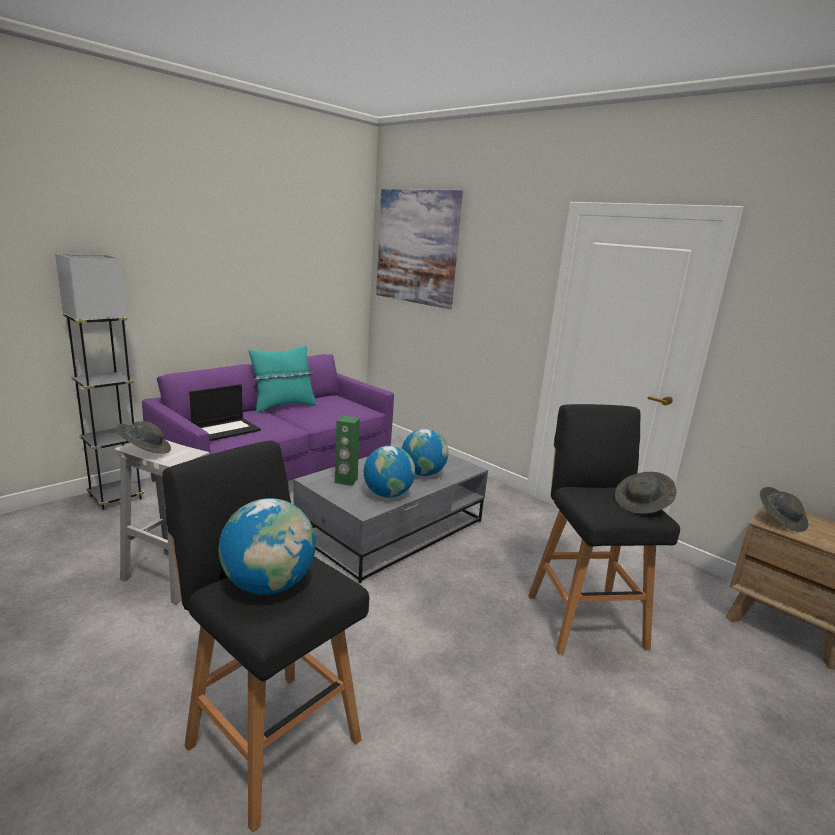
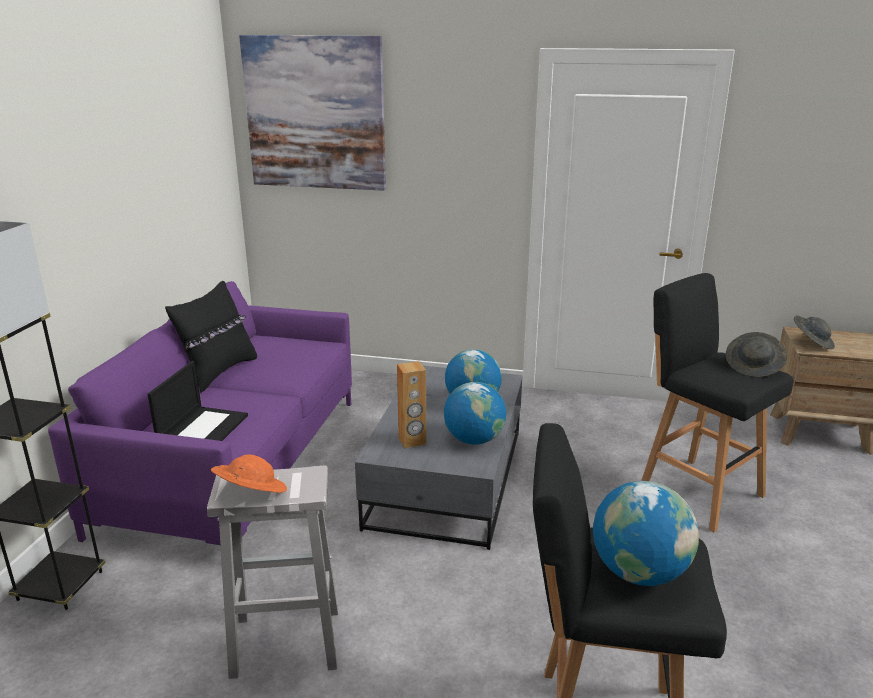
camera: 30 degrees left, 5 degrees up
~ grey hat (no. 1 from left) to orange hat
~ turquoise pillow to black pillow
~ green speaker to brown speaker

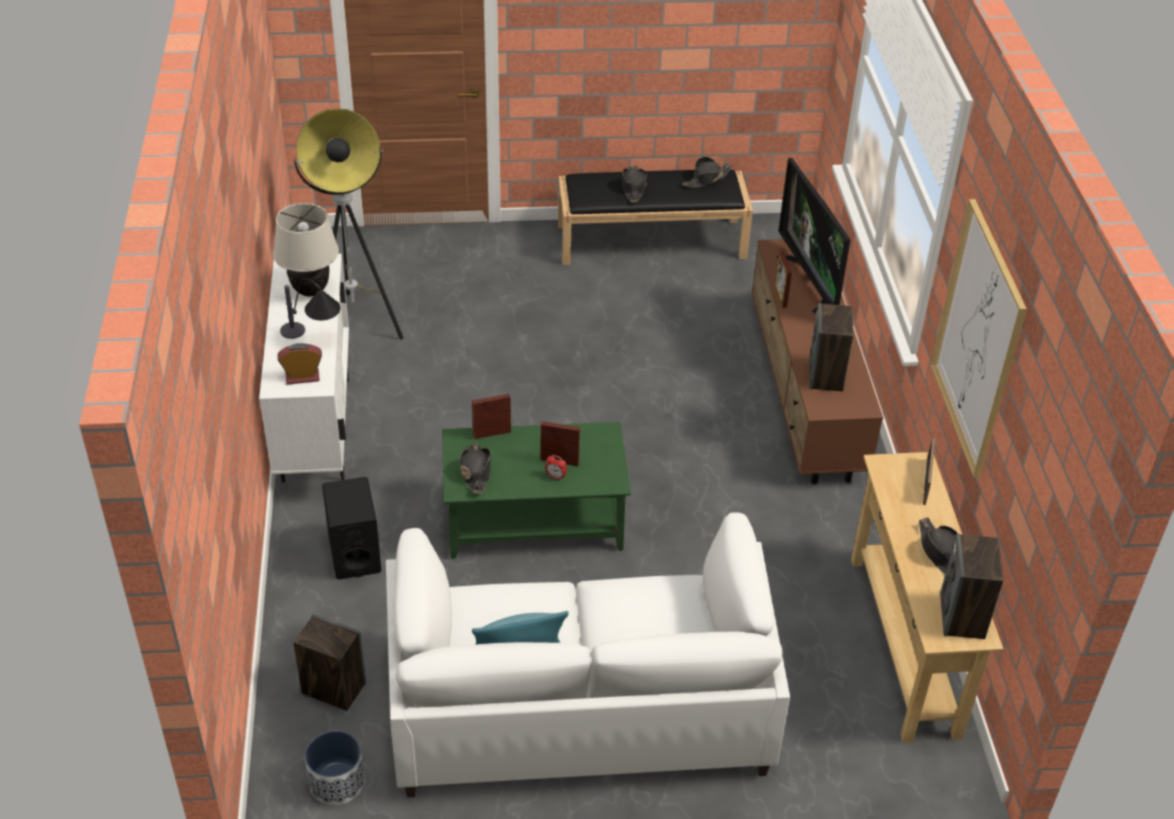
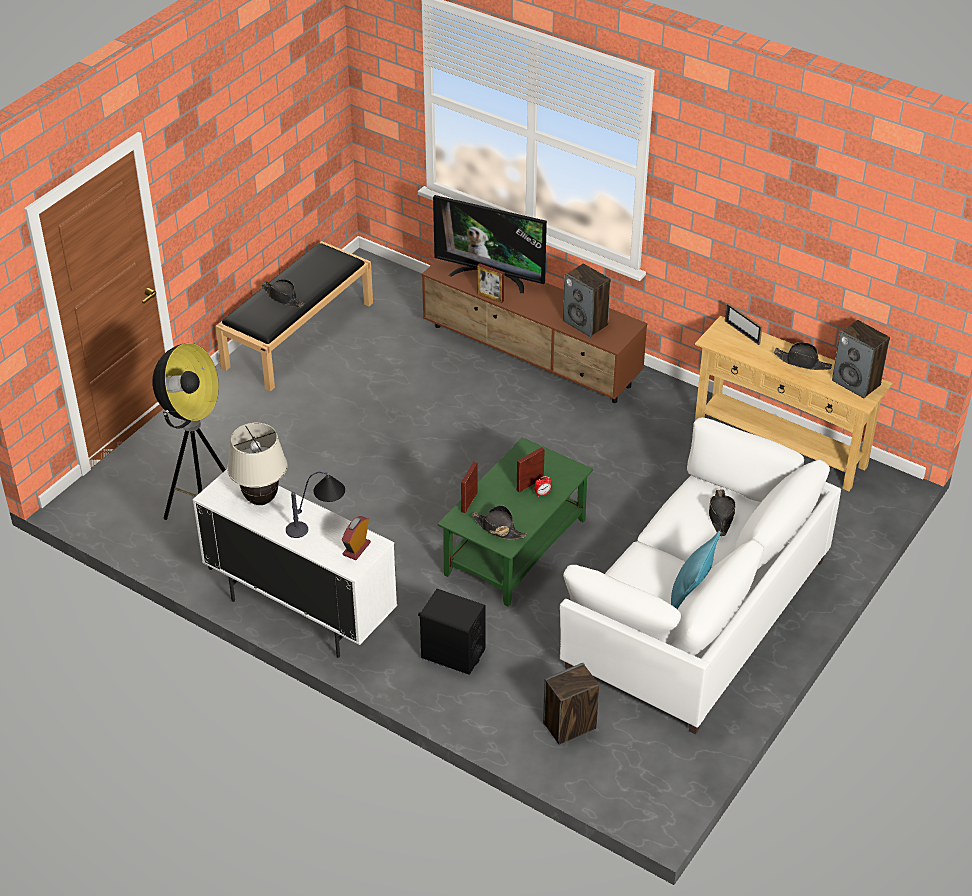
camera: 50 degrees left, 0 degrees up
- planter
~ black hat (no. 3 from left)
- picture

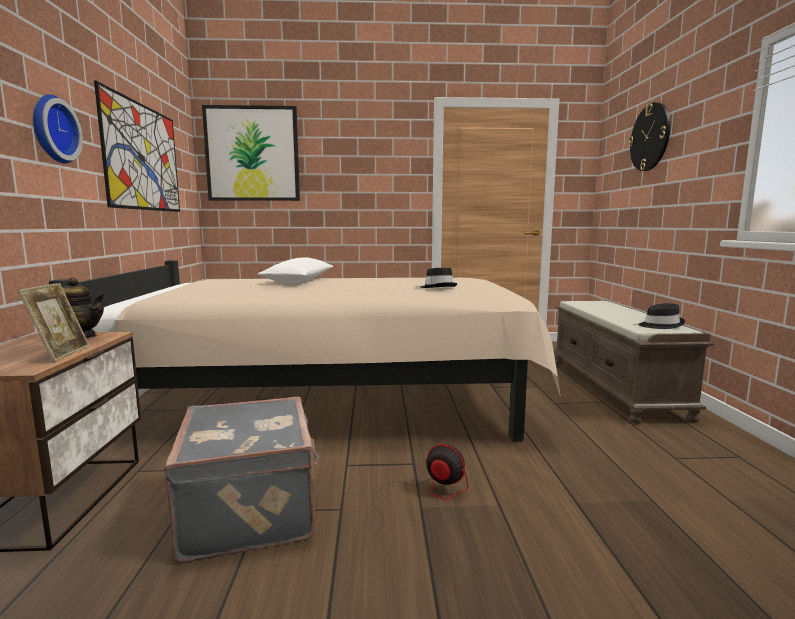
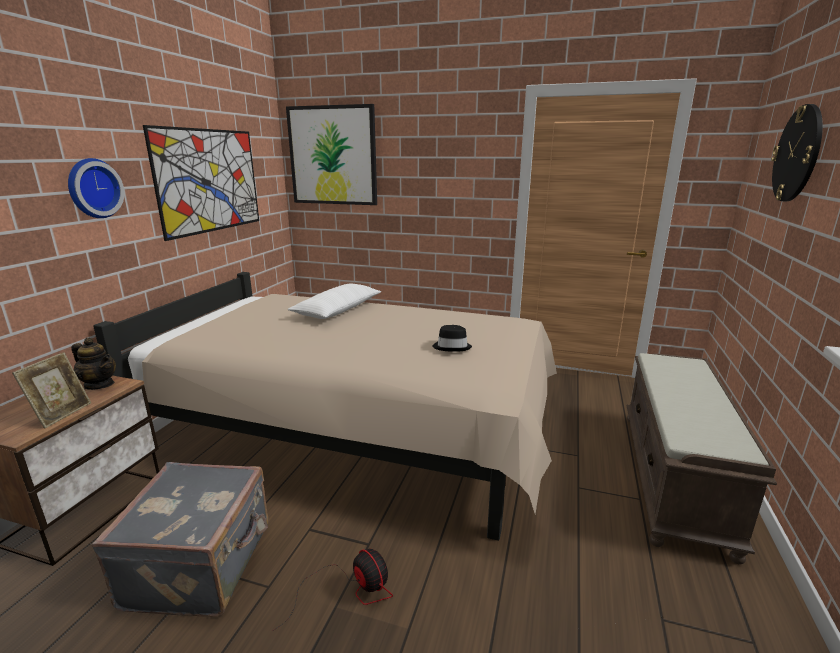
camera: 20 degrees right, 10 degrees up
- black hat (no. 2 from left)

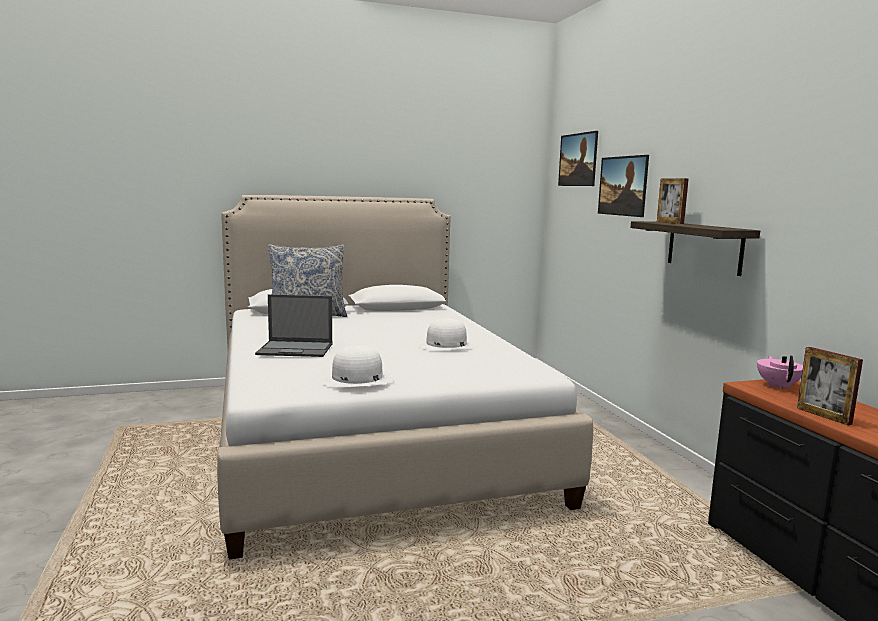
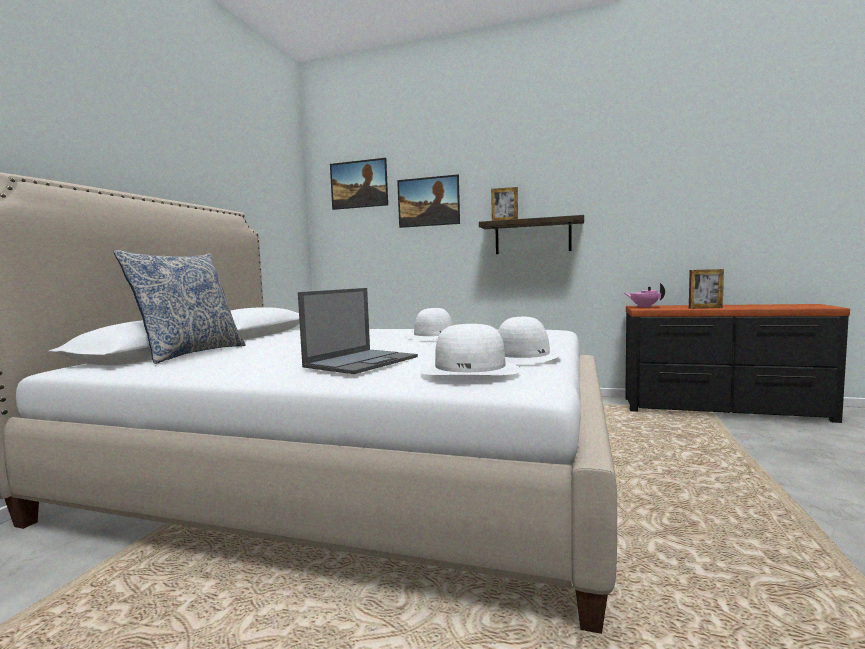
camera: 55 degrees left, 5 degrees down
+ white hat (no. 2 from left)

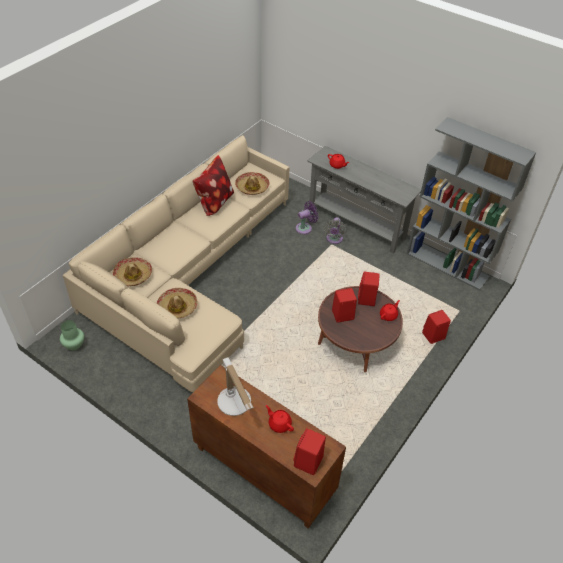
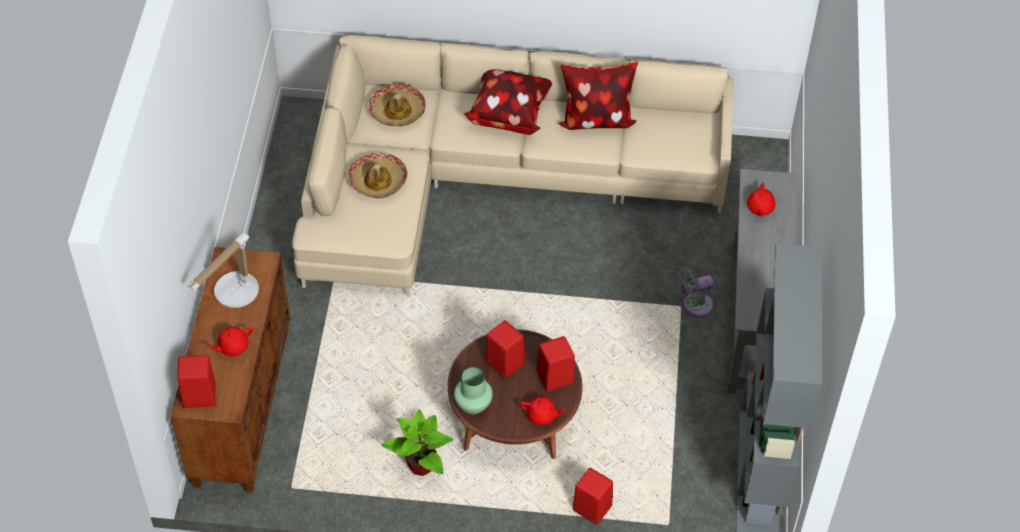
camera: 60 degrees right, 5 degrees up
~ green vase
- hat (no. 3 from left)
~ red teapot (no. 1 from left) 135 degrees counterclockwise
- purple fan
+ potted plant
+ pillow (no. 1 from left)

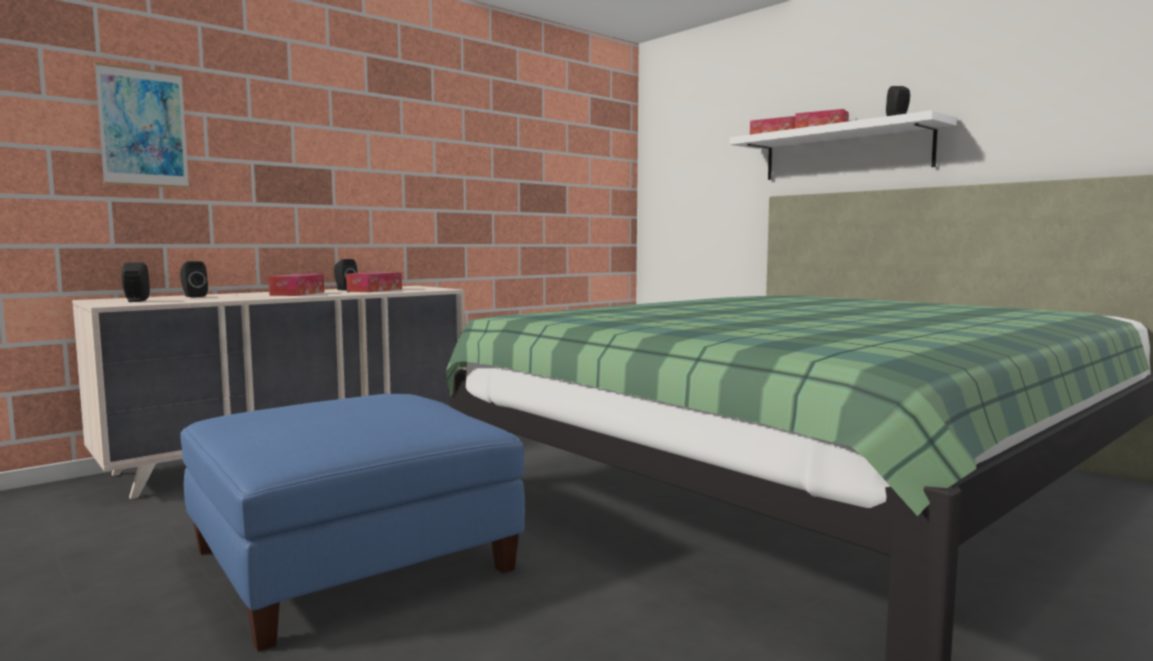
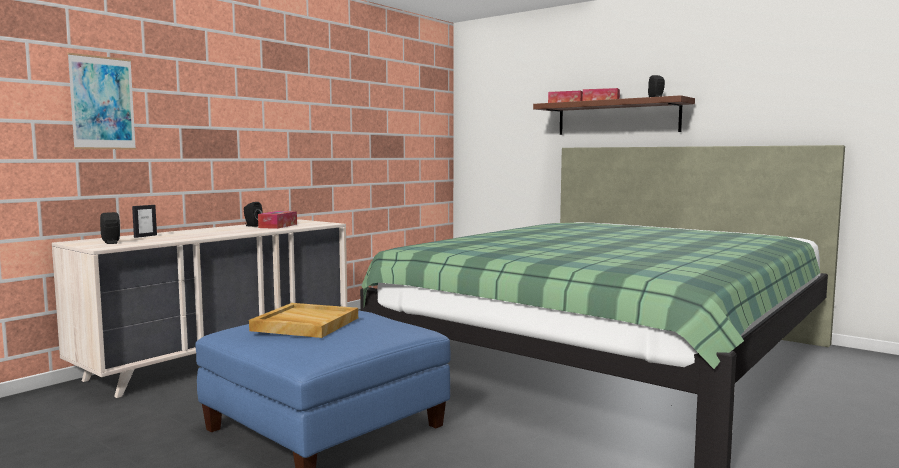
camera: 10 degrees left, 0 degrees up
~ black speaker (no. 2 from left) to picture frame
- tissue box (no. 1 from left)
~ white shelf to brown shelf
+ beige tray

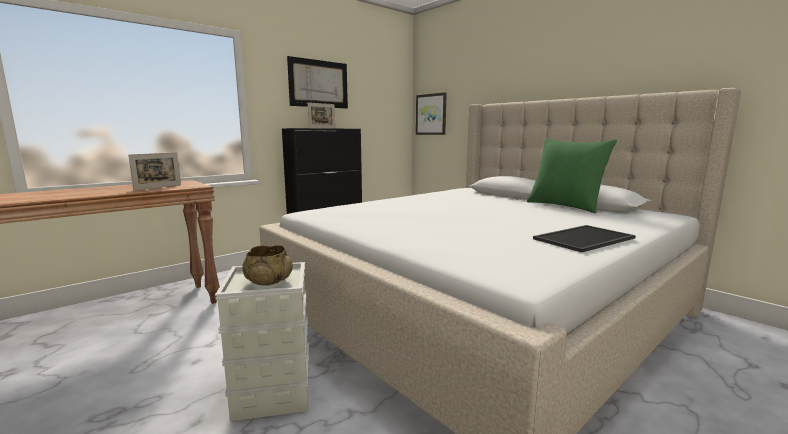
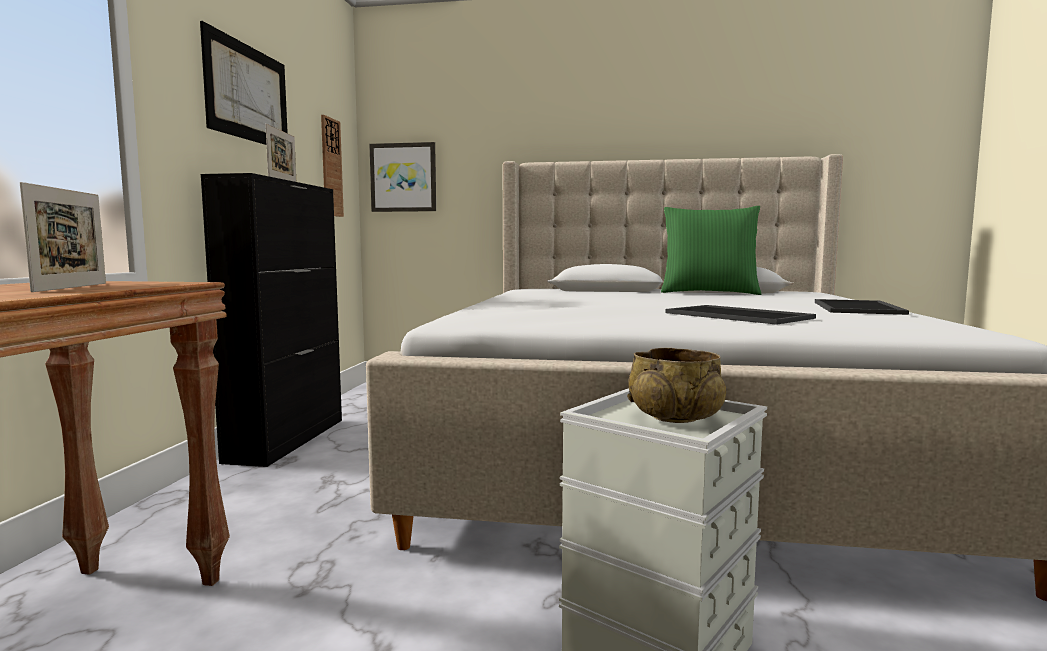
camera: 40 degrees left, 5 degrees down
+ wall clock
+ tray (no. 1 from left)

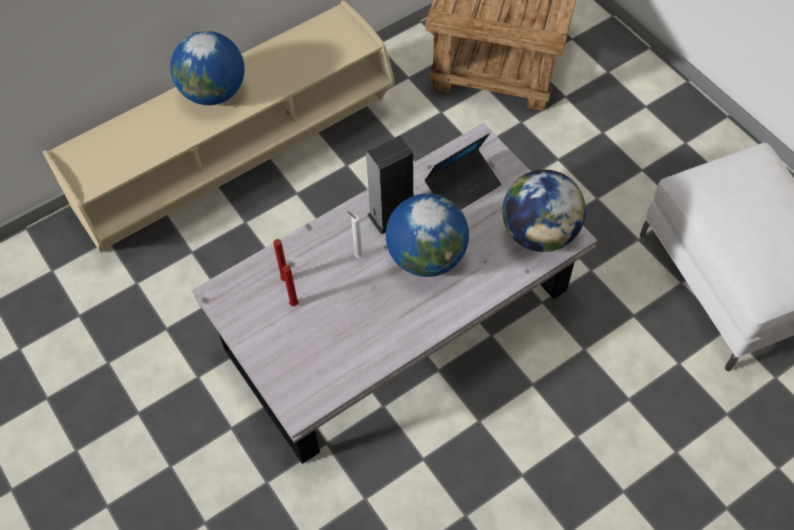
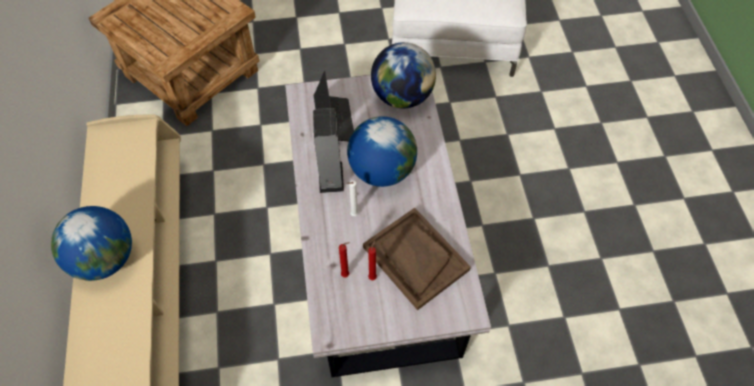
camera: 65 degrees left, 0 degrees up
+ brown tray

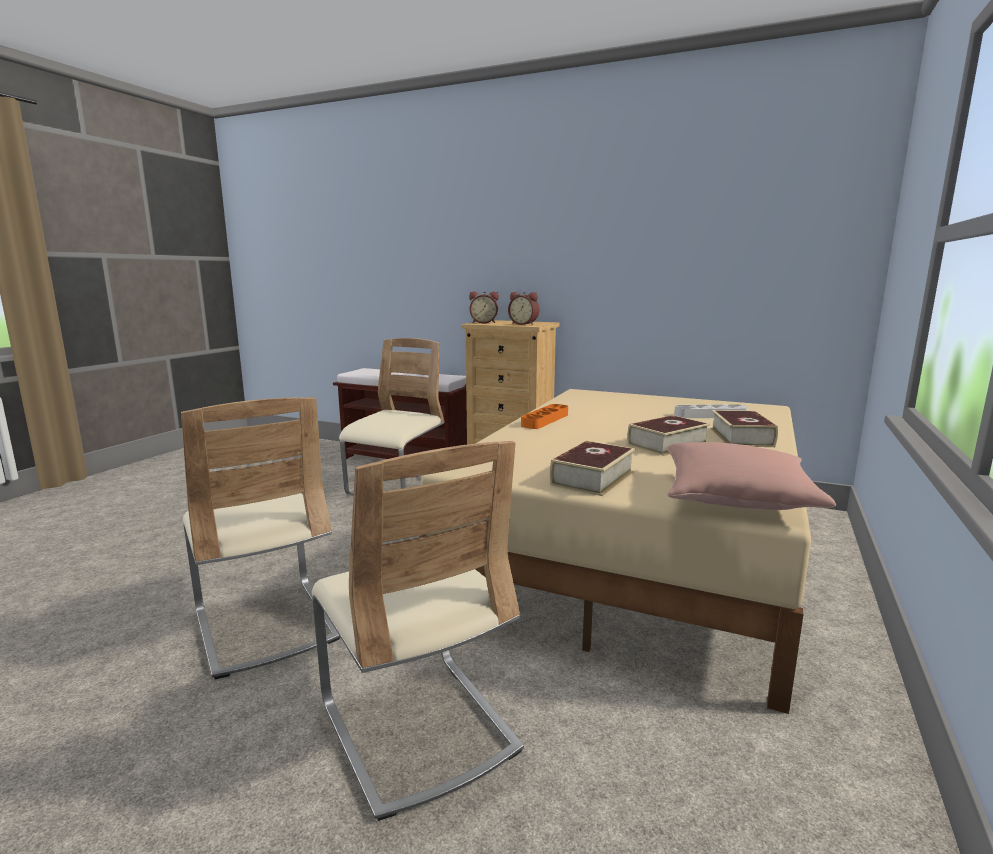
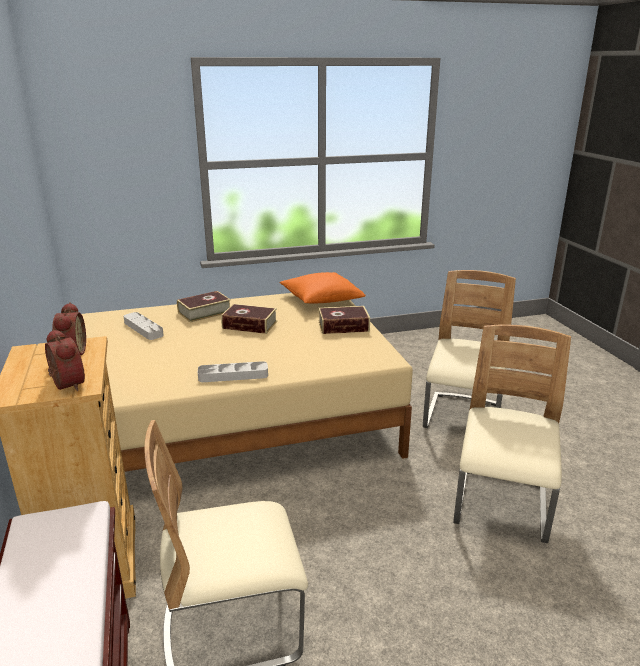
camera: 130 degrees left, 10 degrees up
~ orange tray to grey tray (no. 2 from left)
~ pink pillow to orange pillow

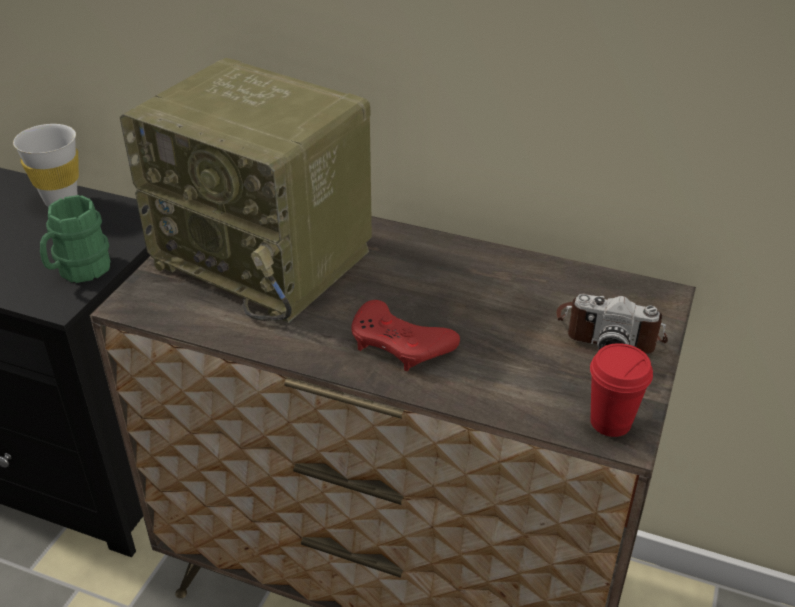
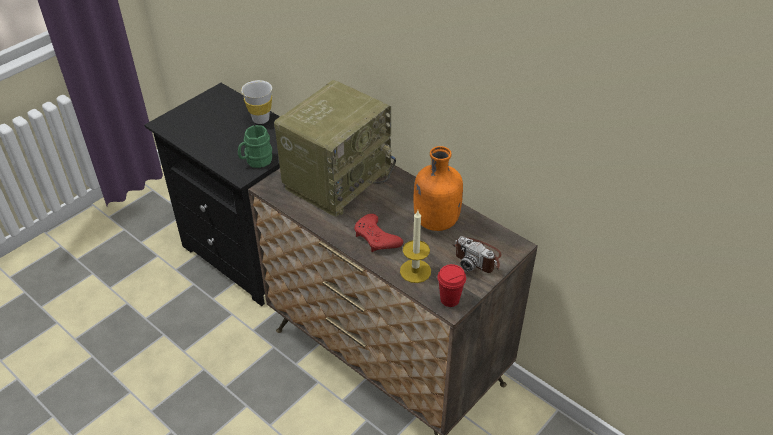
camera: 20 degrees right, 5 degrees up
~ radio 105 degrees counterclockwise
+ candle
+ orange bottle

